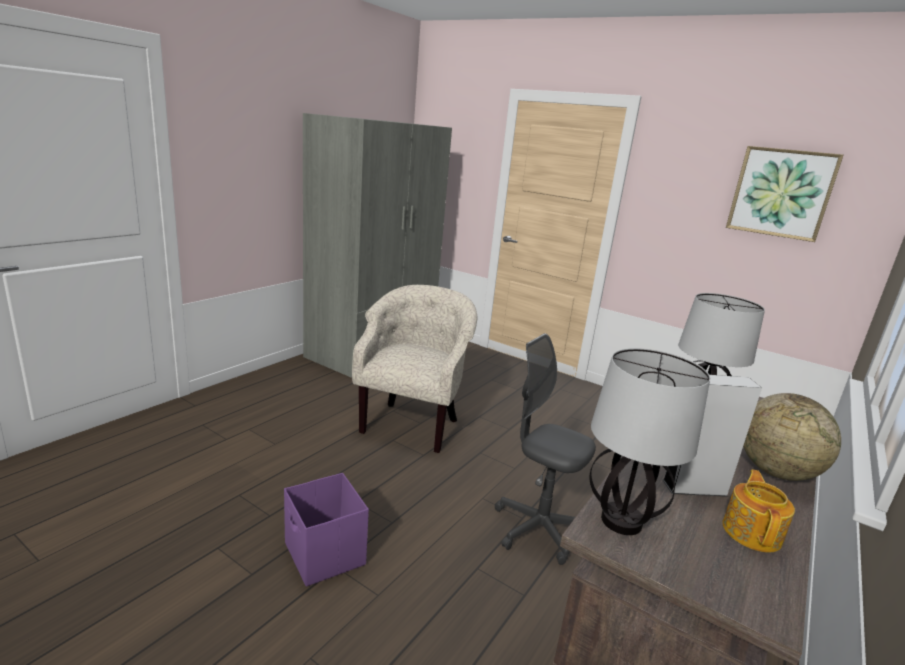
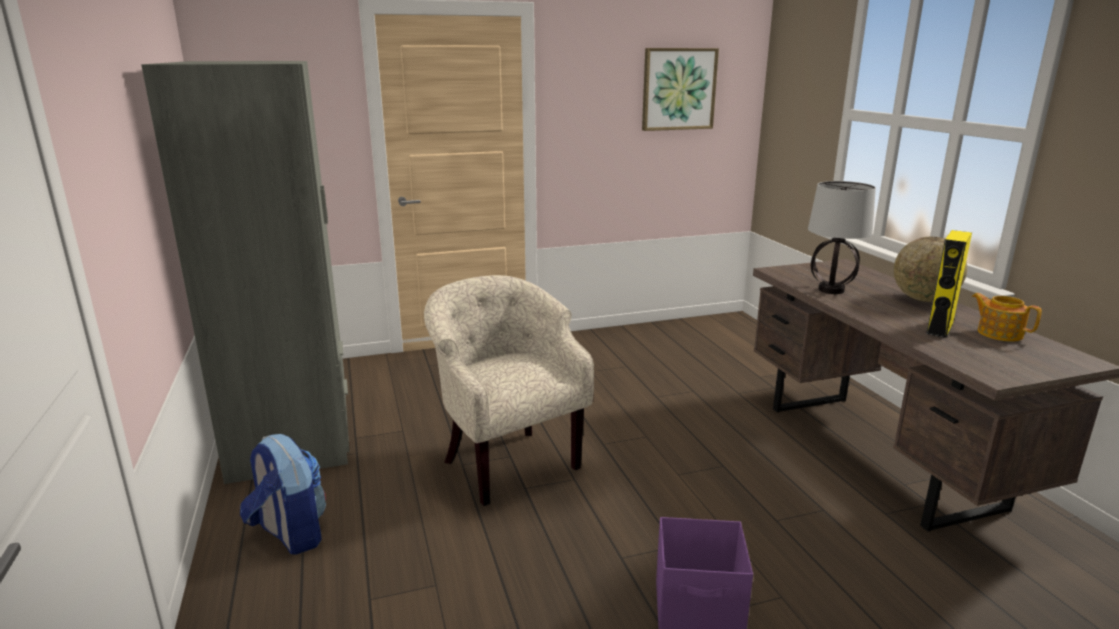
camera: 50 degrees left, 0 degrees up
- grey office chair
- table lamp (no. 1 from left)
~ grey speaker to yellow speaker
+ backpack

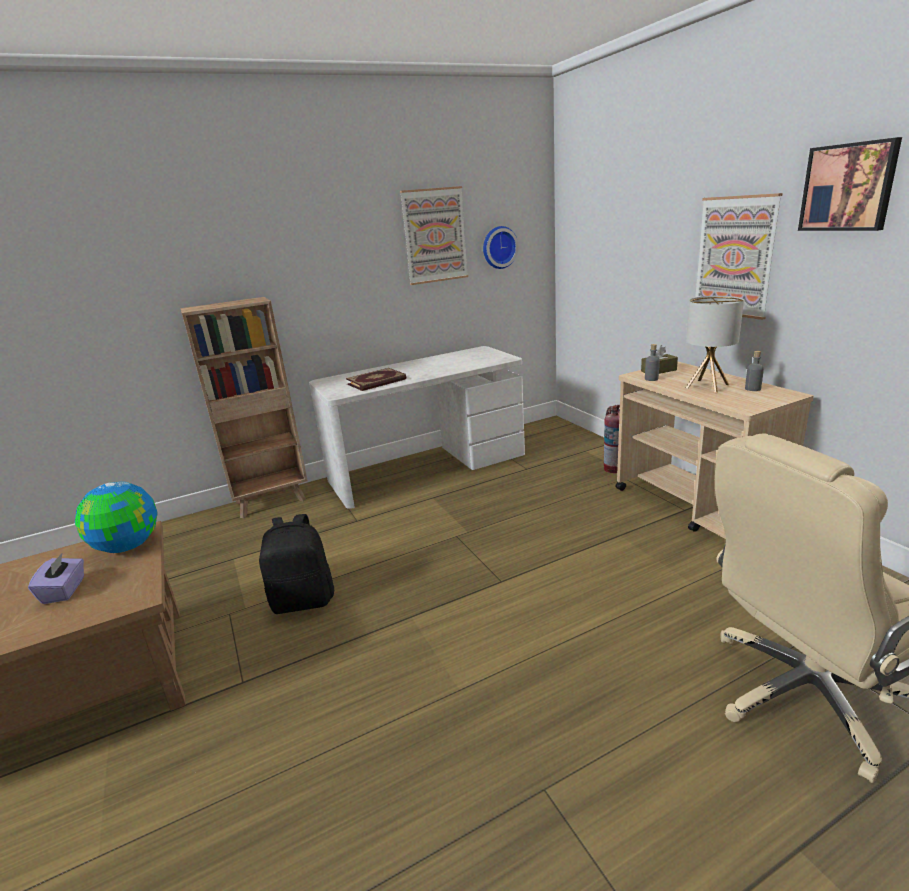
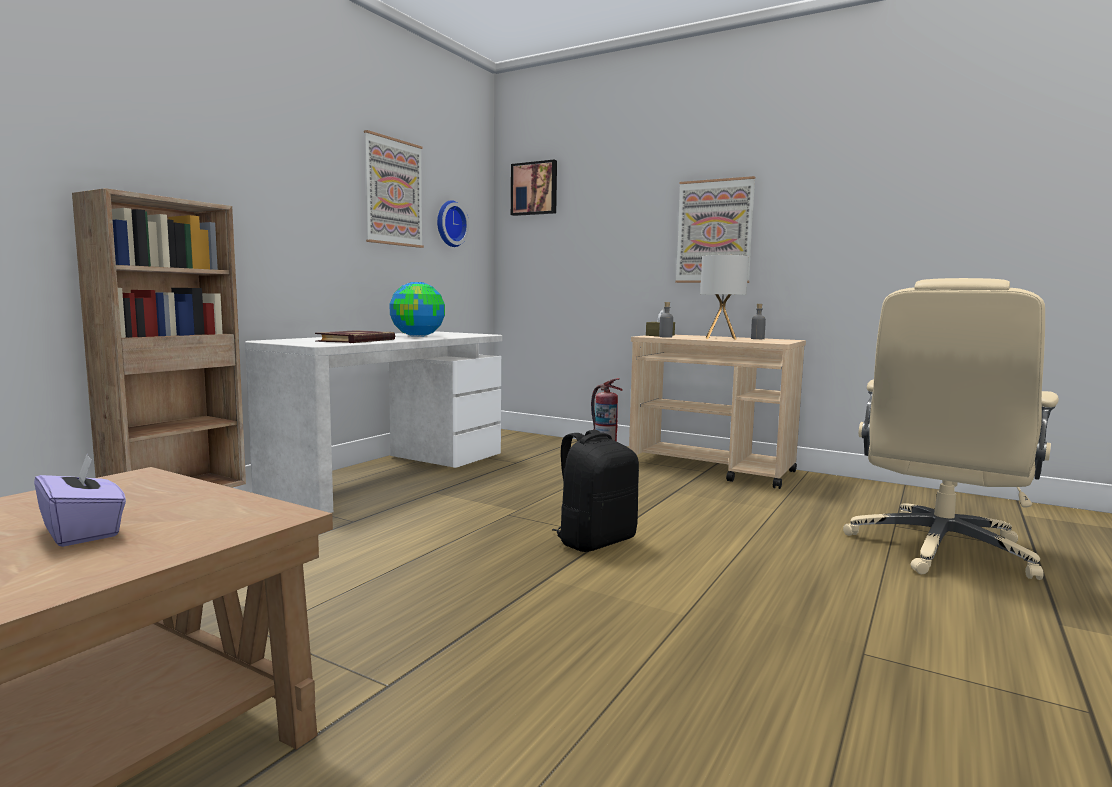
camera: 35 degrees left, 15 degrees down
~ globe
~ black backpack
~ picture (no. 3 from left in the first image) to picture (no. 2 from left)

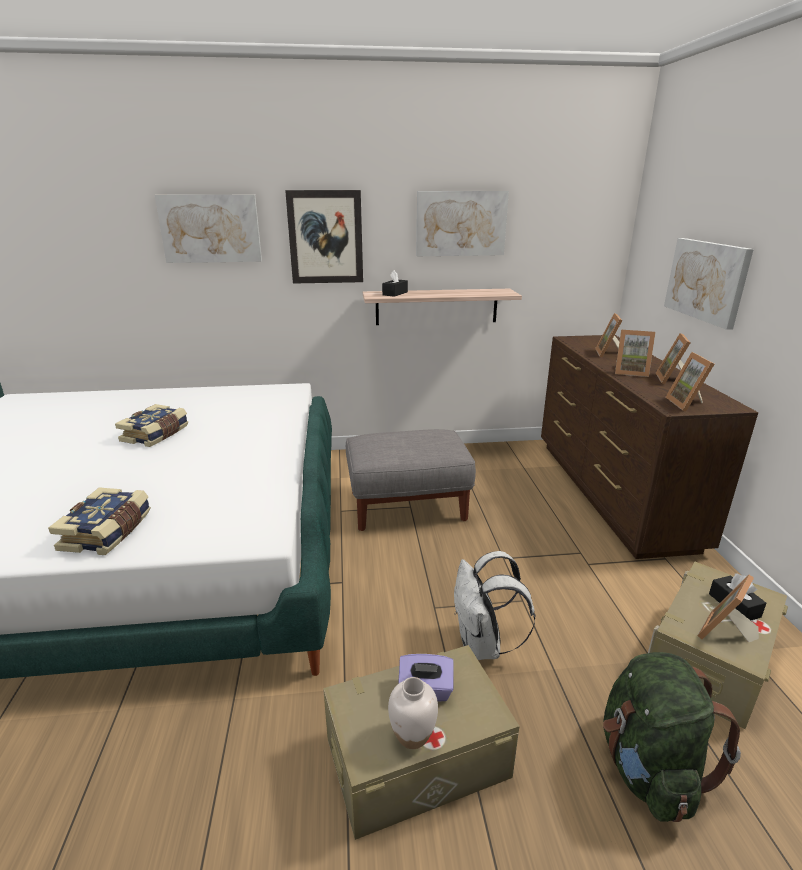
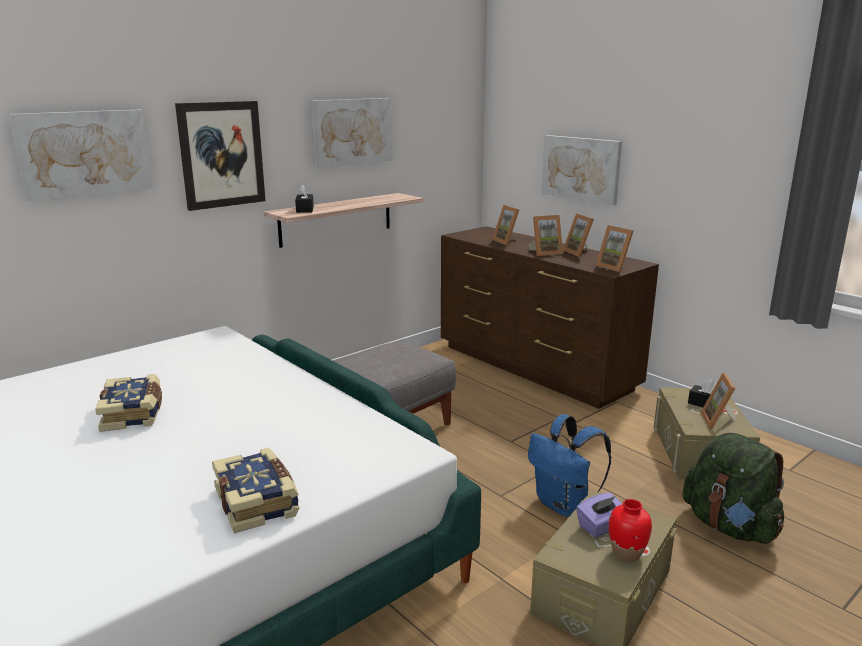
camera: 35 degrees left, 5 degrees down
~ white vase to red vase
~ white backpack to blue backpack

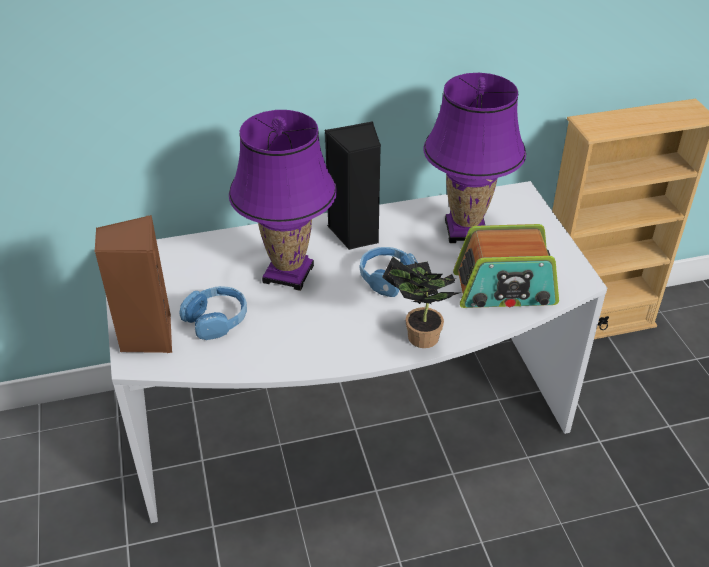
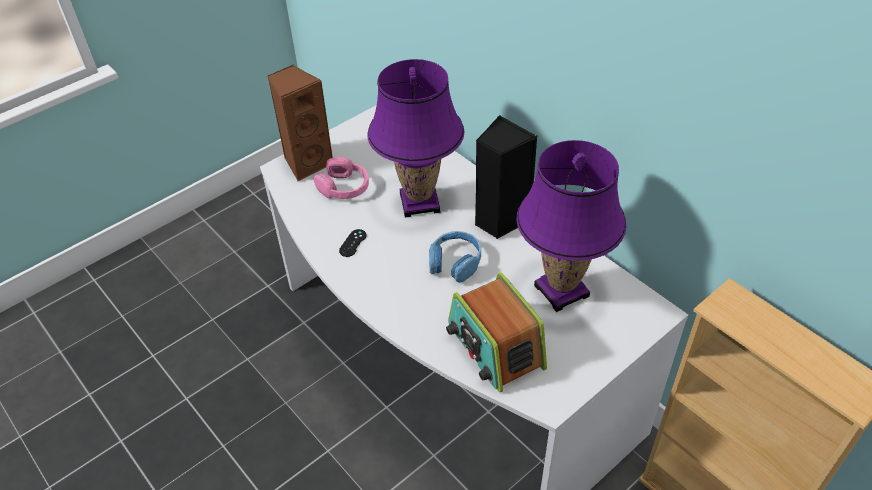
camera: 65 degrees right, 5 degrees up
~ blue headphones (no. 1 from left) to pink headphones
- potted plant
+ black game controller

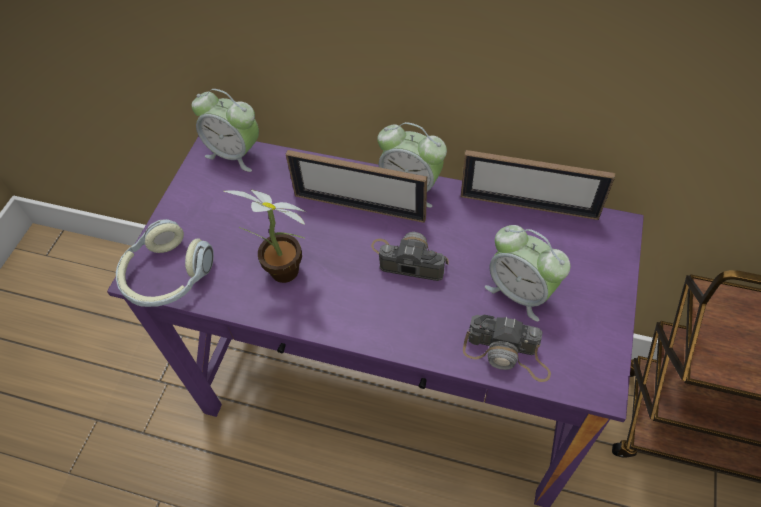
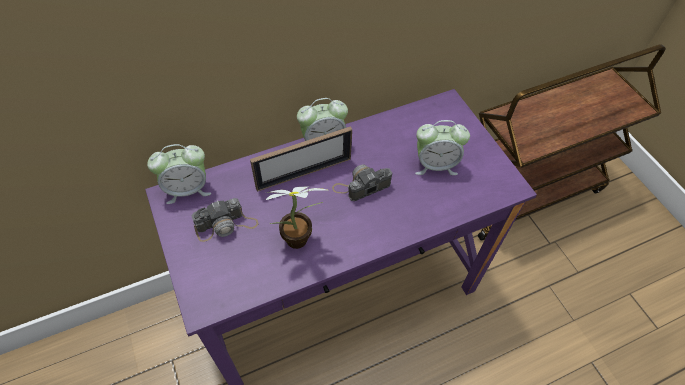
camera: 45 degrees left, 0 degrees up
- headphones
- picture frame (no. 2 from left)
~ photo camera (no. 2 from left in the first image) to photo camera (no. 1 from left)

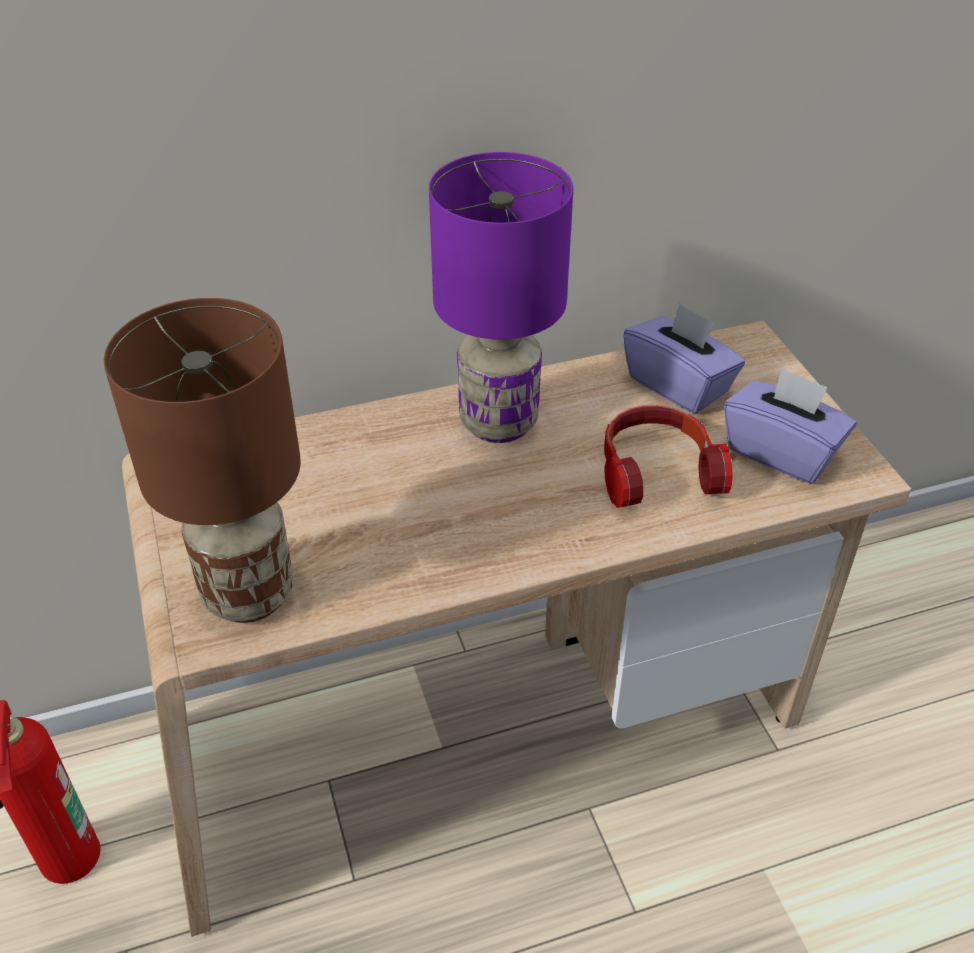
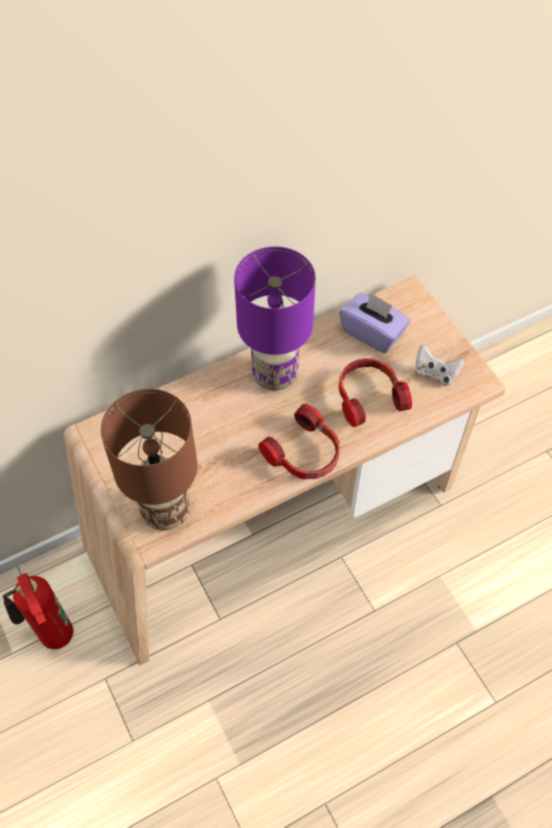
camera: 10 degrees left, 15 degrees up
~ purple tissue box (no. 2 from left) to white game controller
+ headphones (no. 1 from left)

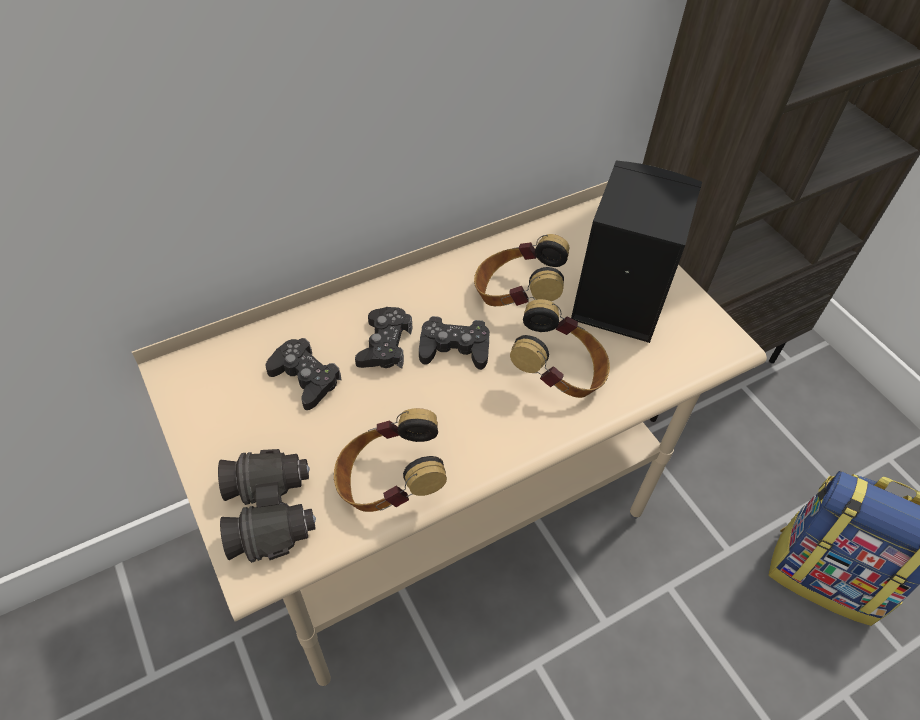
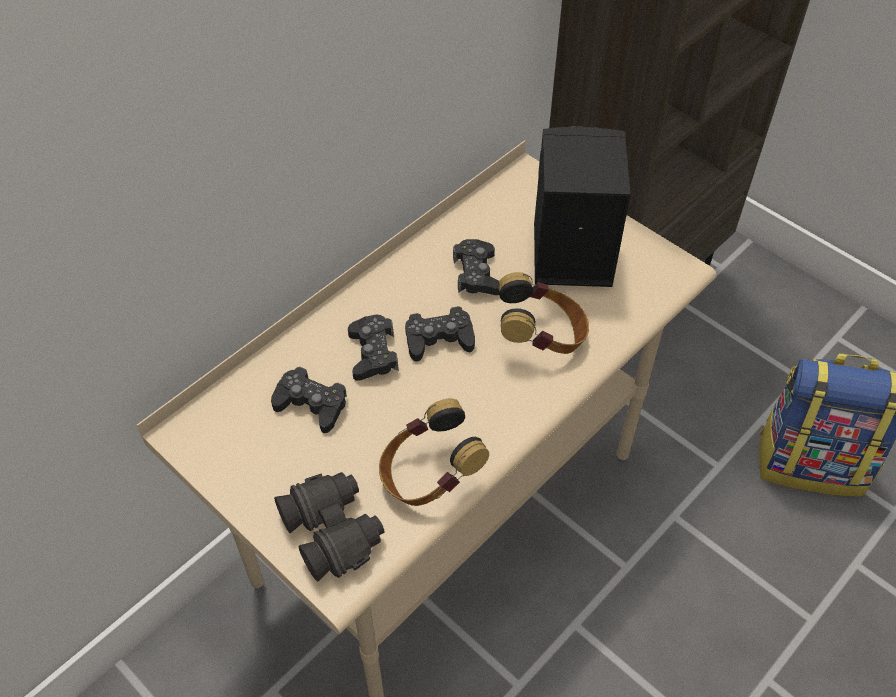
camera: 15 degrees left, 0 degrees up
~ headphones (no. 2 from left) to black game controller (no. 4 from left)

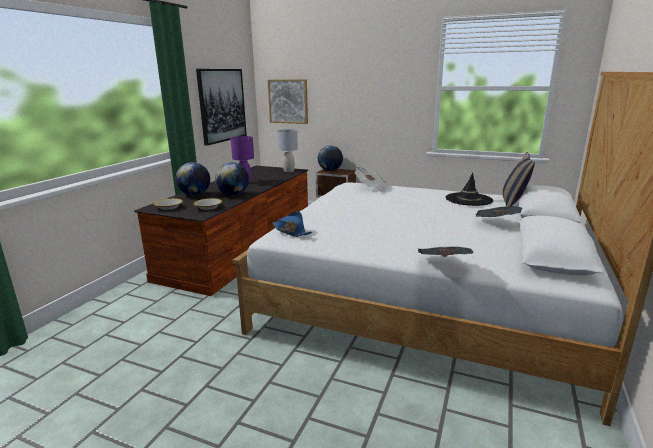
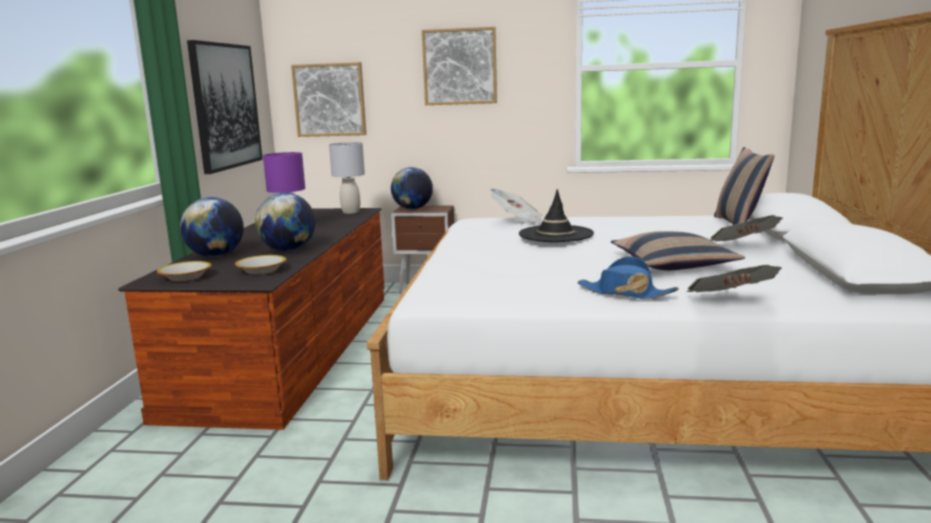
camera: 15 degrees left, 5 degrees down
~ blue hat
~ black hat
+ picture (no. 3 from left)
+ pillow (no. 1 from left)

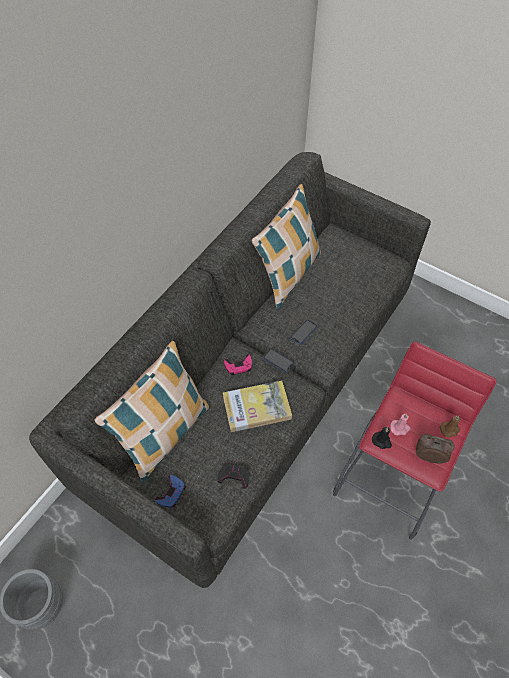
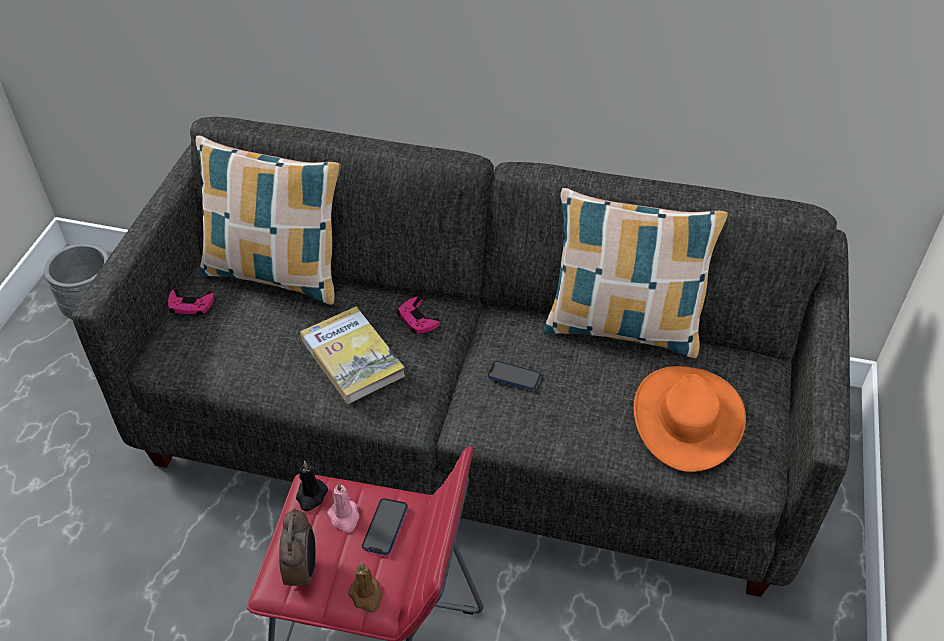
camera: 70 degrees right, 10 degrees down
~ blue game controller to pink game controller (no. 1 from left)
- black game controller
~ phone (no. 1 from left)
+ orange hat

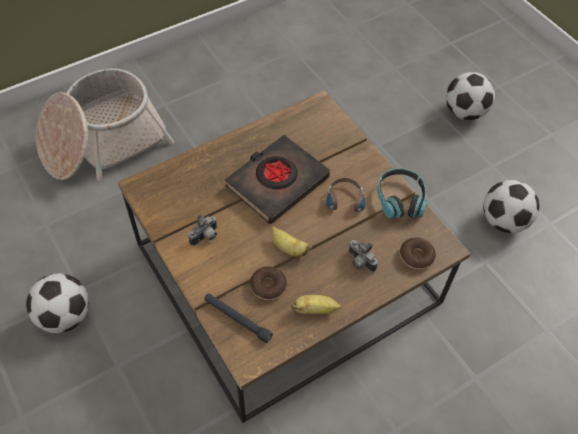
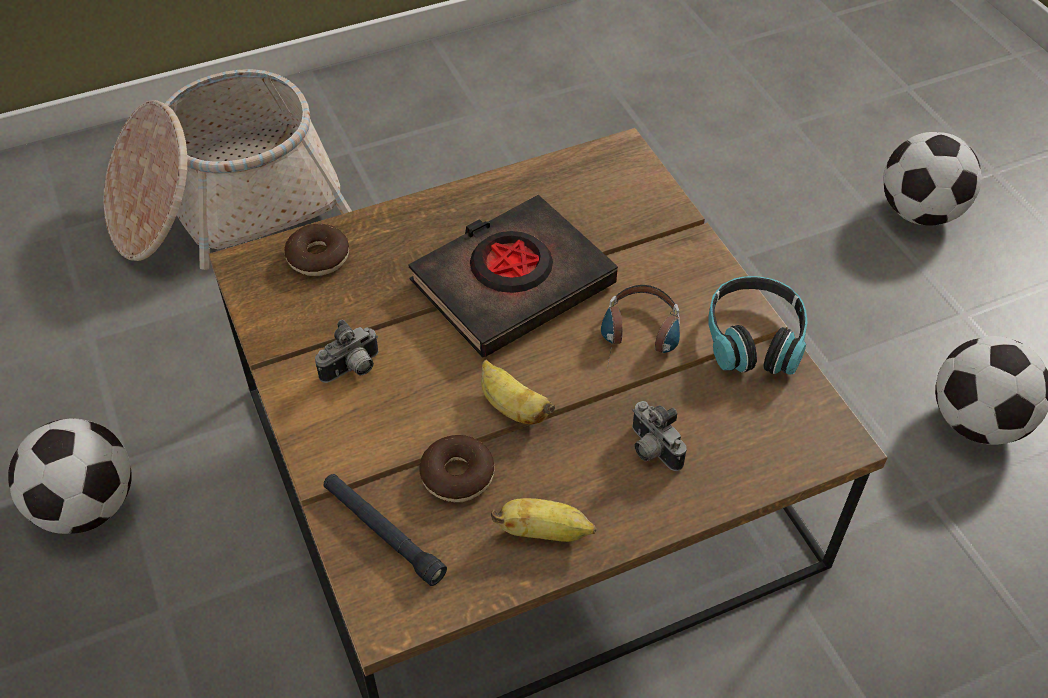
camera: 10 degrees right, 5 degrees down
~ donut (no. 2 from left in the first image) to donut (no. 1 from left)

